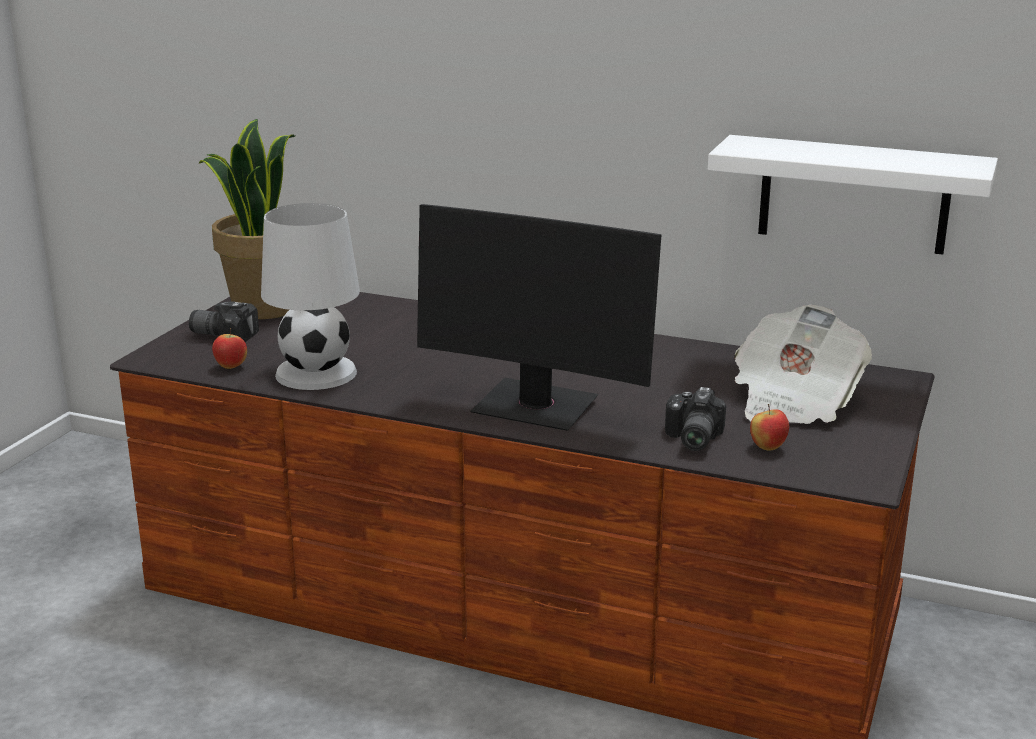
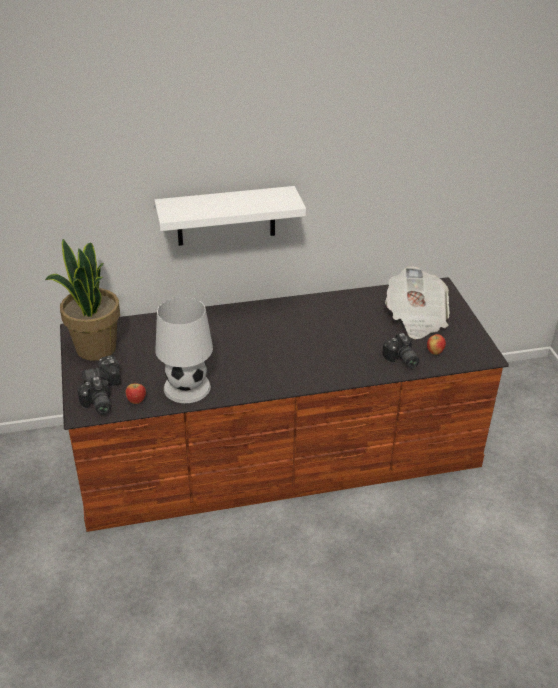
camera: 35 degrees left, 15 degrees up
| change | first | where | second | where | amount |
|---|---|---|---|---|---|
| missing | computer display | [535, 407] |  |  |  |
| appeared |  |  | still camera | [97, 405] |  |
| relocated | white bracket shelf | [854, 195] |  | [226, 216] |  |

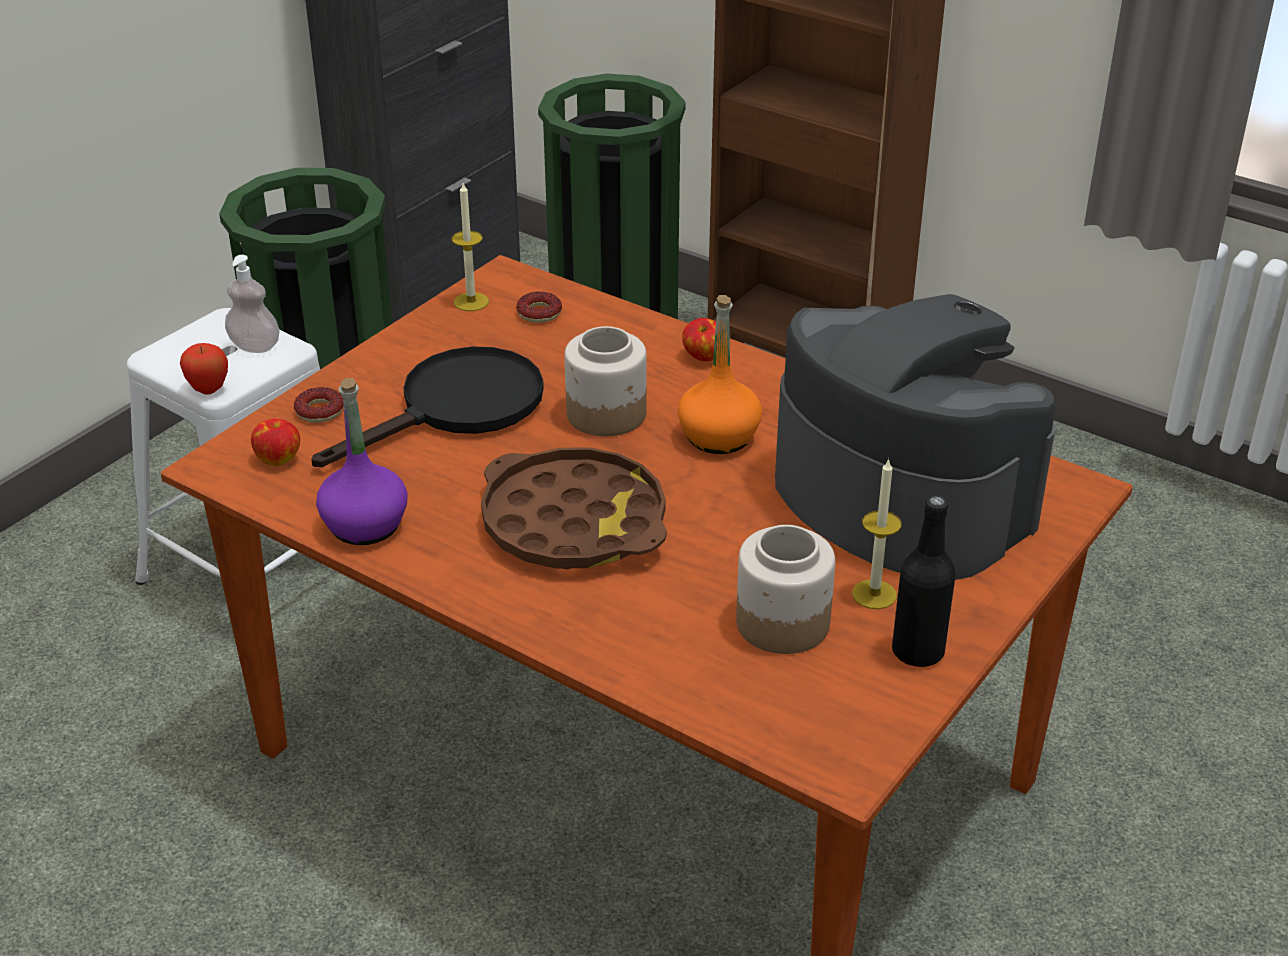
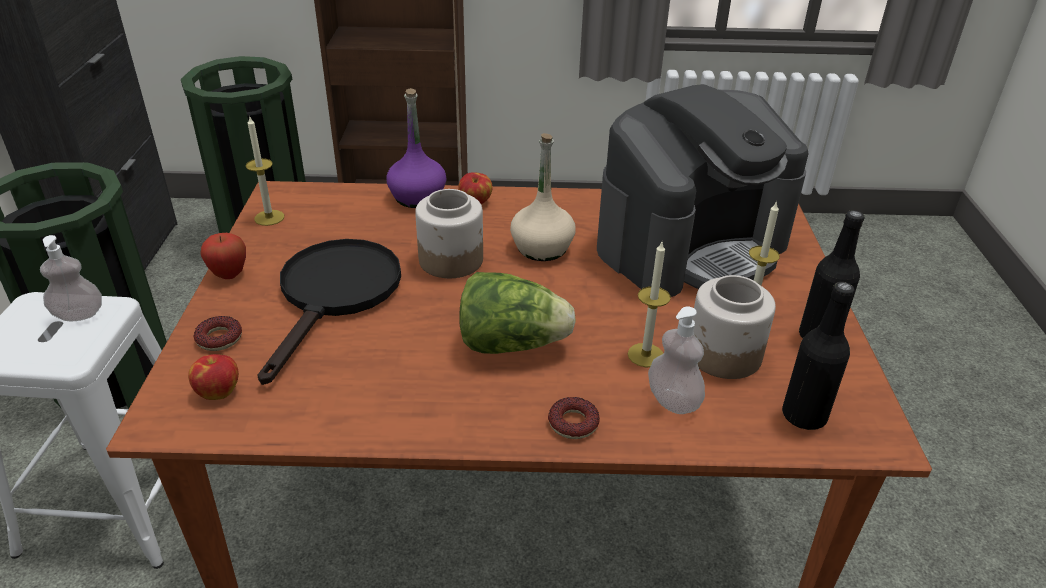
camera: 35 degrees left, 0 degrees up
| change | first | where | second | where | amount |
|---|---|---|---|---|---|
| appeared |  |  | wax light | [645, 355] |  |
| appeared |  |  | soap dispenser | [673, 401] |  |
| appeared |  |  | black bottle | [804, 416] |  |
| relocated | whole apple | [208, 390] |  | [229, 275] |  |
| relocated | purple bottle | [365, 525] |  | [418, 197] |  |
| relocated | donut | [539, 313] |  | [573, 423] |  |
| exchanged | brown tray | [574, 522] | lettuce head | [511, 344] |  |
| colour | orange-coloured bottle | [719, 436] | beige bottle | [542, 248] |  |
| spun | coffee brewer | [900, 497] |  | [691, 245] | 135 degrees clockwise |

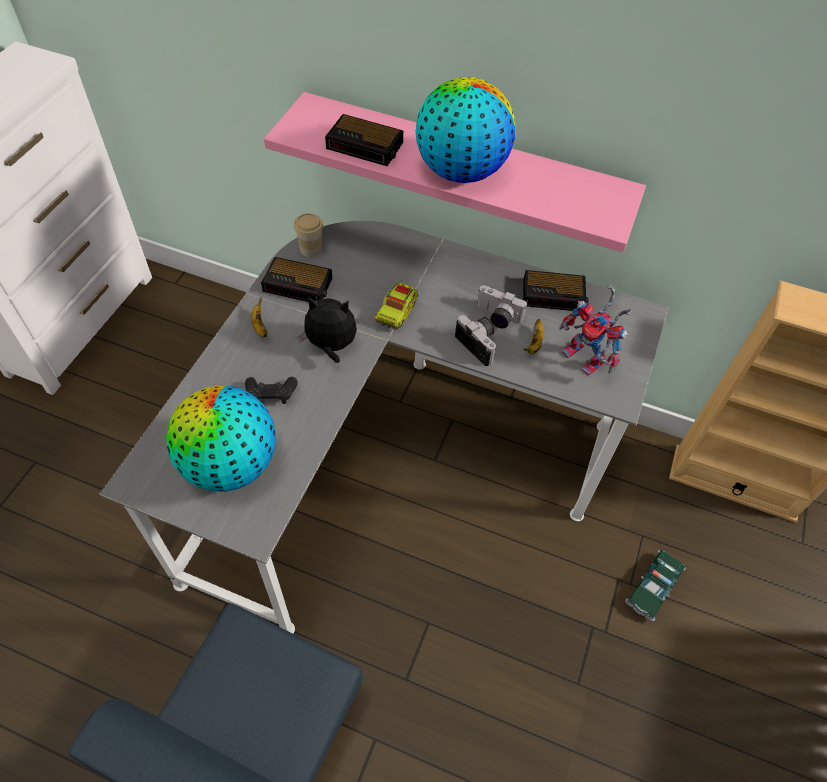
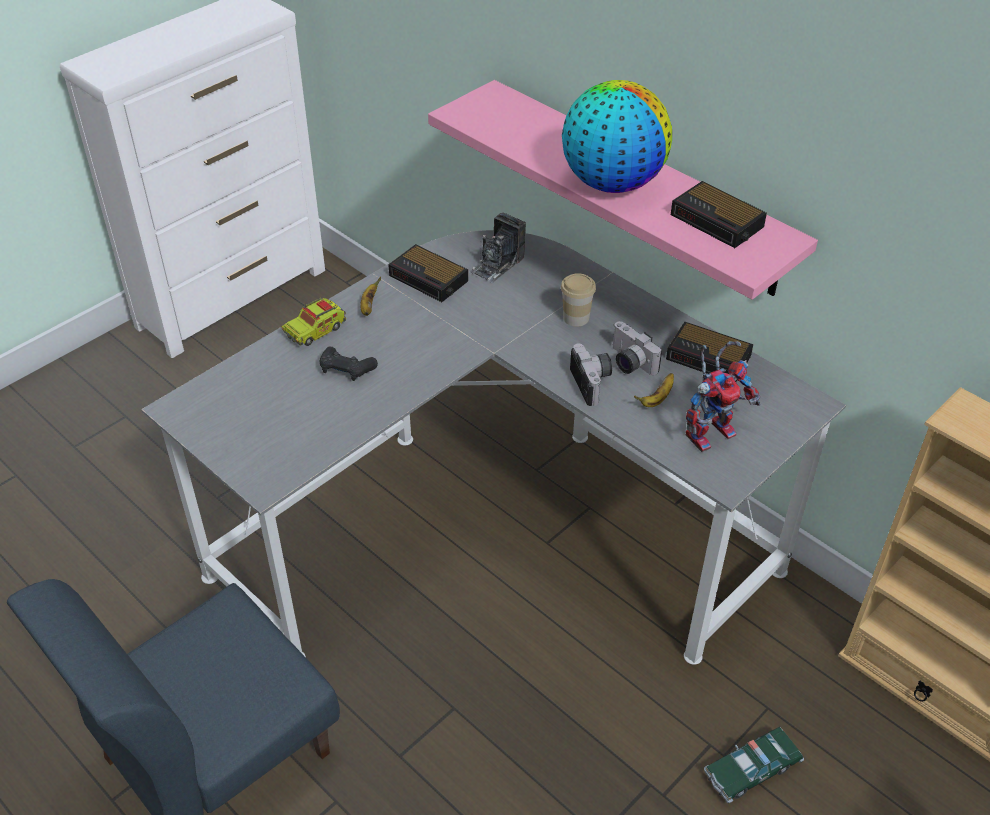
camera: 25 degrees right, 10 degrees down
| change | first | where | second | where | amount |
|---|---|---|---|---|---|
| missing | globe | [230, 465] |  |  |  |
| missing | soft toy | [331, 346] |  |  |  |
| appeared |  |  | still camera | [497, 264] |  |
| relocated | cup | [310, 249] |  | [576, 318] |  |
| relocated | alarm clock | [366, 146] |  | [718, 221] |  |
| relocated | toy lorry | [397, 311] |  | [315, 330] |  |
| spun | toy robot | [587, 359] |  | [711, 431] | 105 degrees counterclockwise |

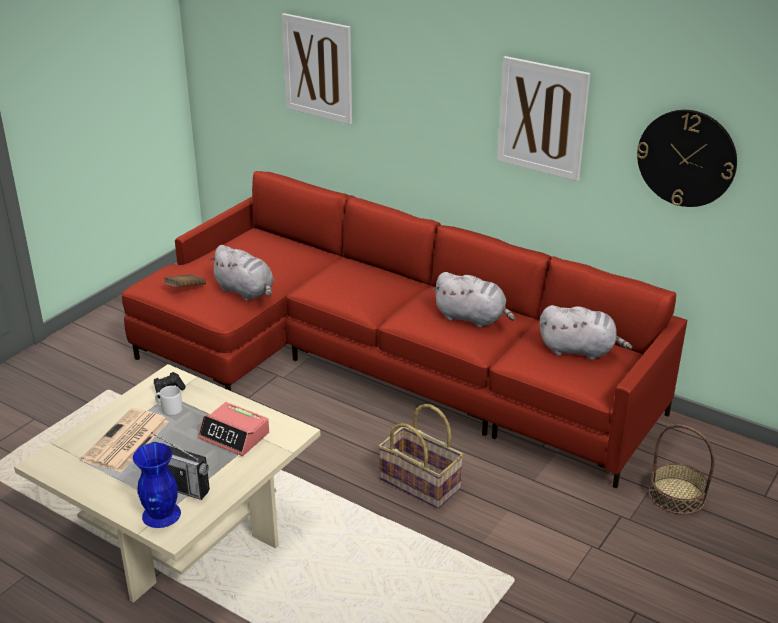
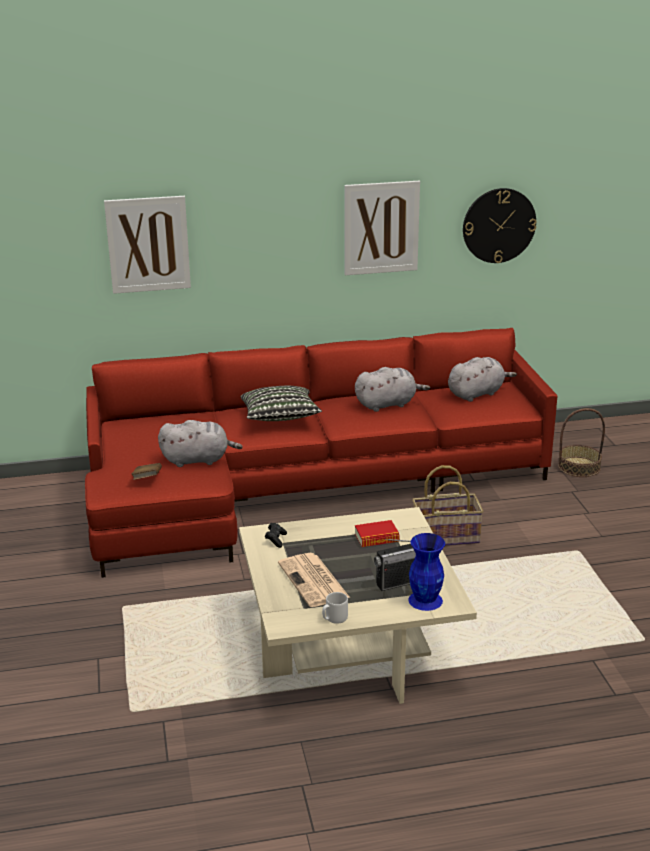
camera: 45 degrees left, 5 degrees down
| change | first | where | second | where | amount |
|---|---|---|---|---|---|
| appeared |  |  | cushion | [279, 418] |  |
| relocated | gray tea mug | [169, 409] |  | [334, 618] |  |
| exchanged | alarm clock | [234, 436] | book | [376, 538] |  |

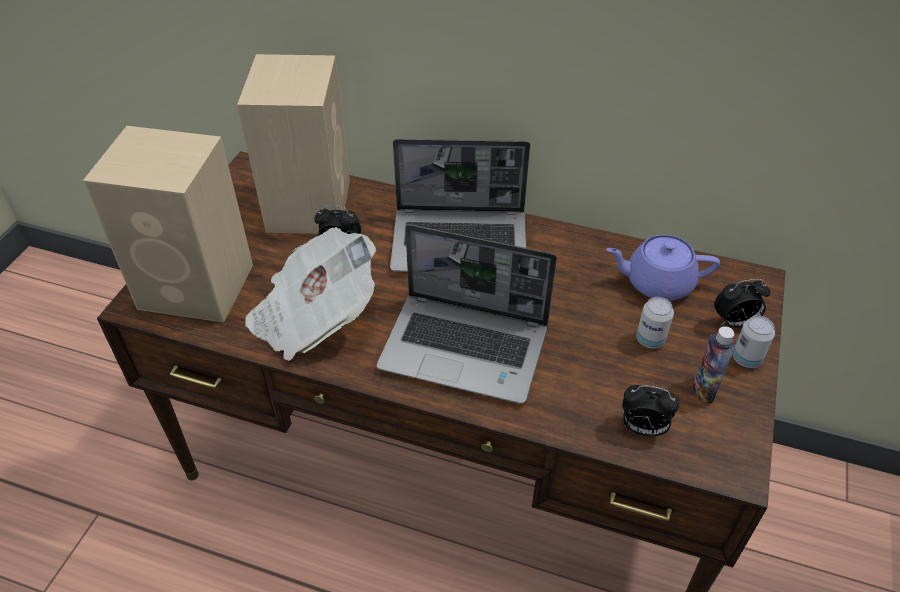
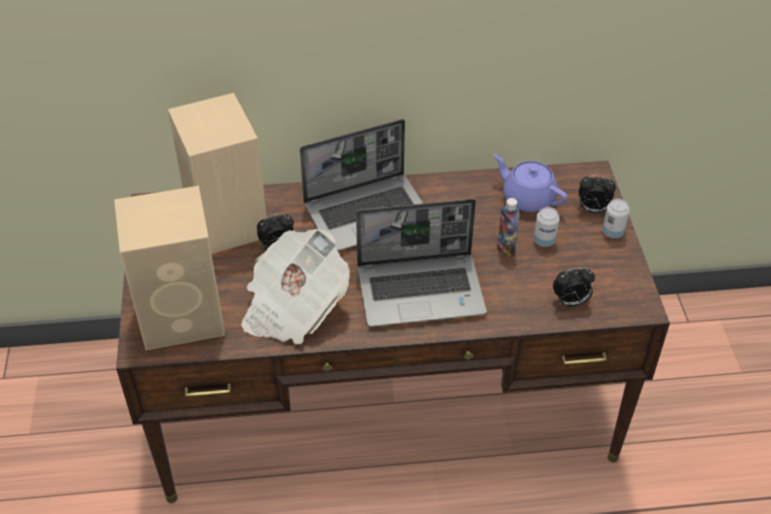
camera: 25 degrees left, 0 degrees up
| change | first | where | second | where | amount |
|---|---|---|---|---|---|
| relocated | bottle | [704, 390] |  | [505, 248] |  |
| spun | purple pot for tea | [657, 282] |  | [527, 198] | 60 degrees clockwise |
| spun | alarm clock | [734, 322] |  | [592, 210] | 45 degrees clockwise |

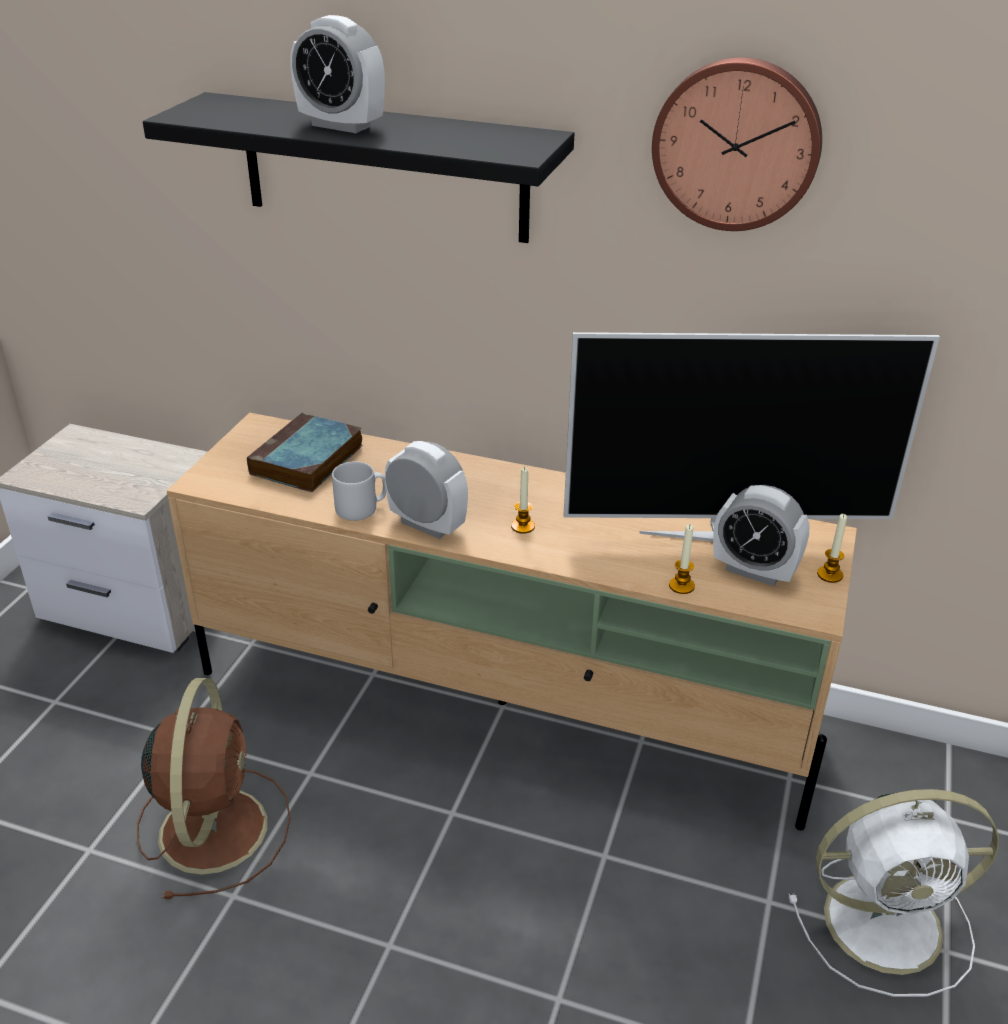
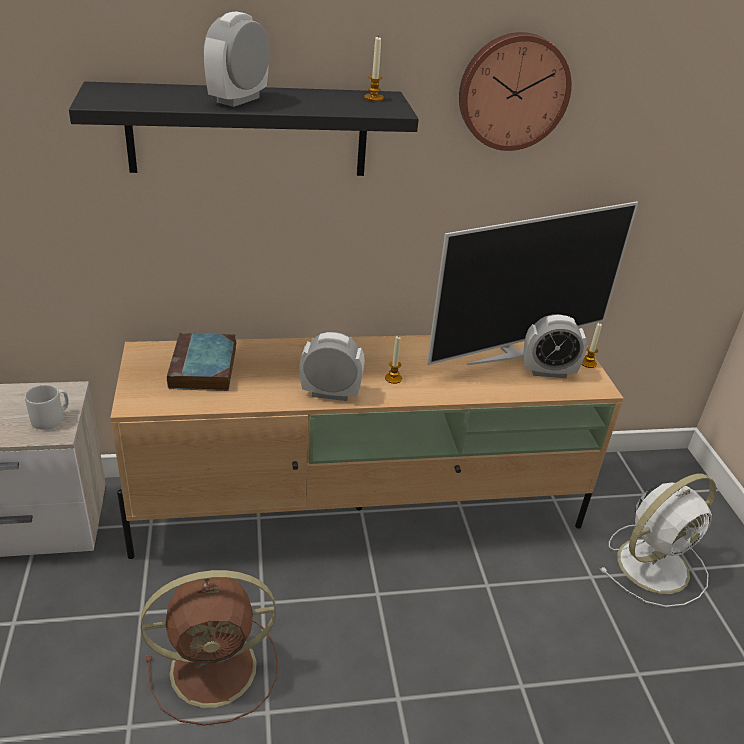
camera: 30 degrees left, 0 degrees up
| change | first | where | second | where | amount |
|---|---|---|---|---|---|
| relocated | gray tea mug | [361, 508] |  | [51, 418] |  |
| relocated | wax light | [681, 586] |  | [373, 98] |  |
| spun | brown fan | [214, 826] |  | [217, 668] | 105 degrees clockwise |
| spun | alarm clock | [341, 126] |  | [238, 100] | 120 degrees clockwise |

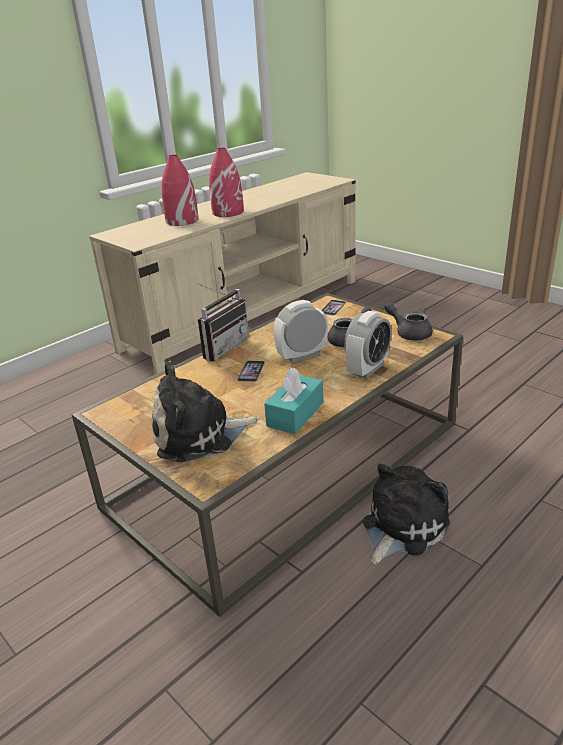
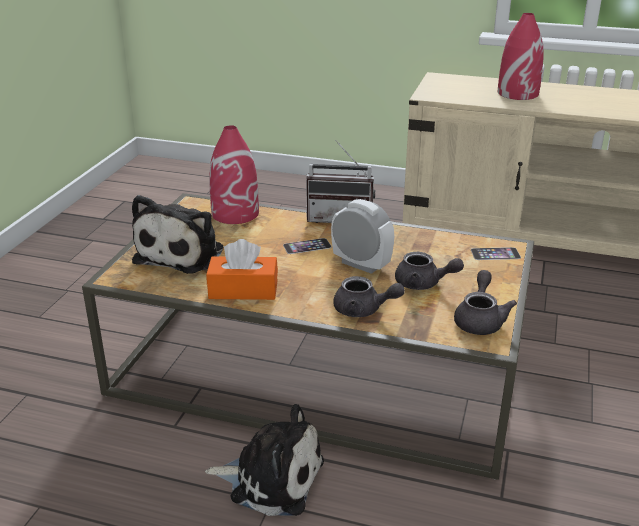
camera: 60 degrees right, 0 degrees up
| change | first | where | second | where | amount |
|---|---|---|---|---|---|
| relocated | red vase | [228, 212] |  | [235, 213] |  |
| exchanged | alarm clock | [367, 369] | gray pot for tea | [363, 310] |  |
| colour | blue-green box of tissues | [295, 414] | orange-coloured box of tissues | [243, 290] |  |
| spun | soft toy | [199, 434] |  | [183, 253] | 120 degrees counterclockwise |

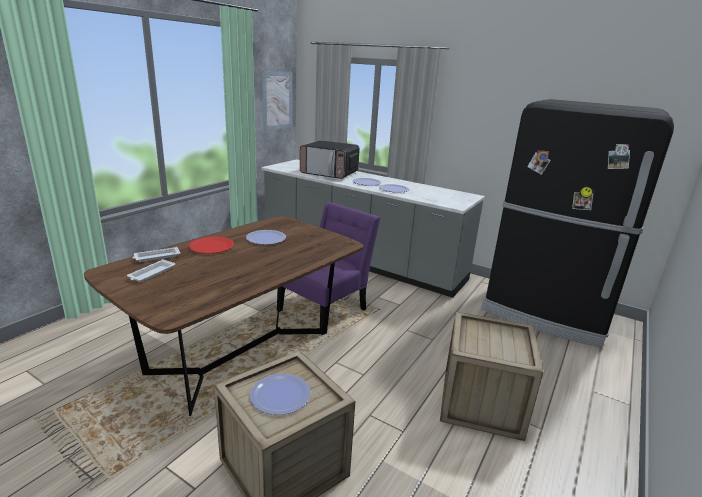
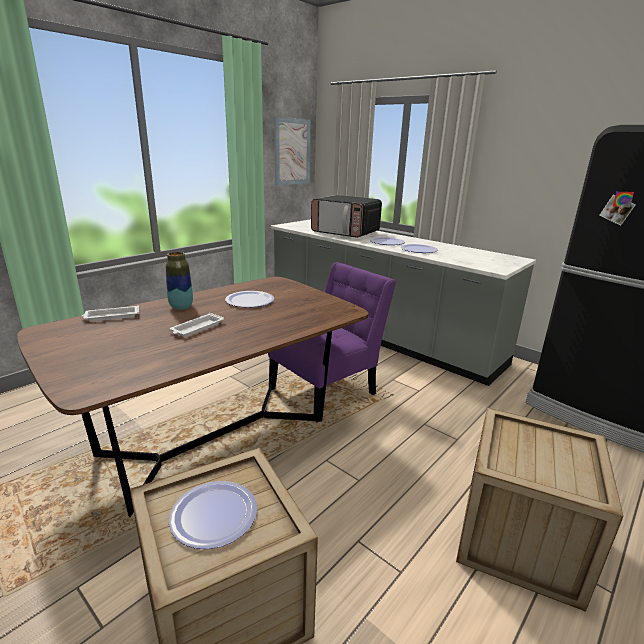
camera: 10 degrees right, 0 degrees up
| change | first | where | second | where | amount |
|---|---|---|---|---|---|
| relocated | white tray | [151, 273] |  | [197, 328] |  |
| exchanged | red flat dish | [211, 246] | vase | [181, 307] |  |

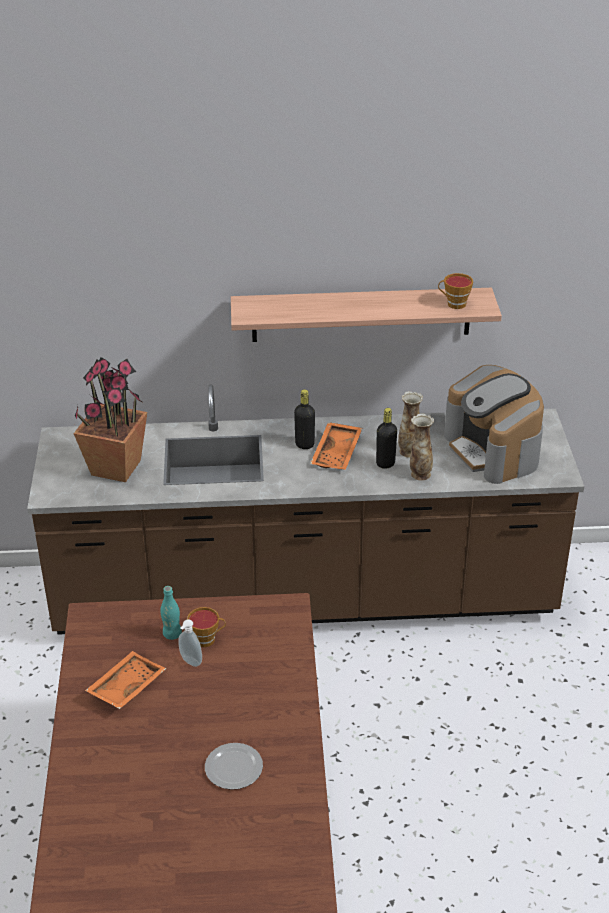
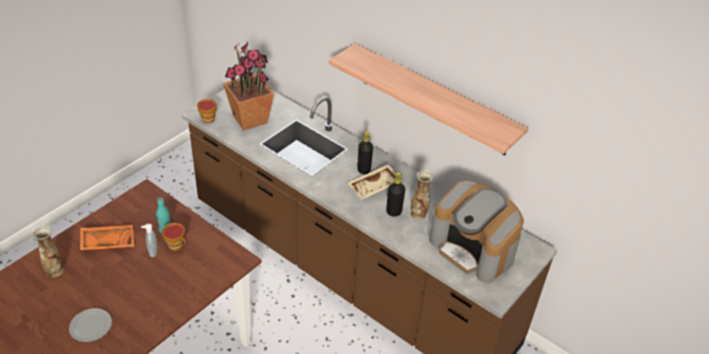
camera: 40 degrees right, 5 degrees up
| change | first | where | second | where | amount |
|---|---|---|---|---|---|
| relocated | vase | [420, 474] |  | [54, 271] |  |
| relocated | cup | [454, 304] |  | [207, 118] |  |
| colour | orange-coloured tray | [337, 453] | beige tray | [375, 187] |  |
| spun | coffee brewer | [493, 450] |  | [473, 249] | 60 degrees counterclockwise |

